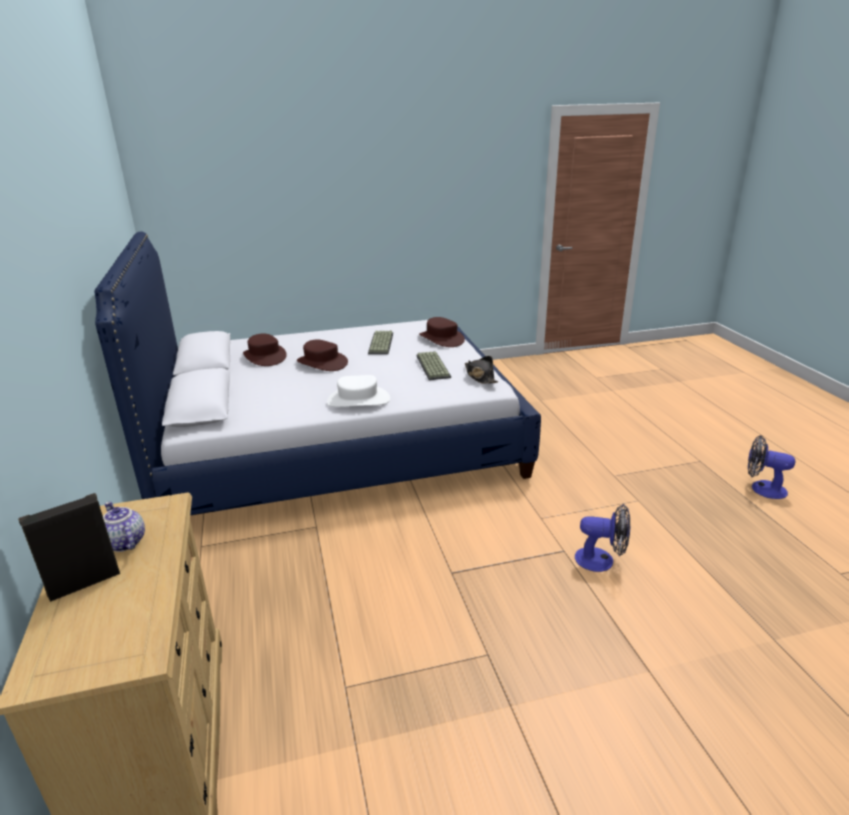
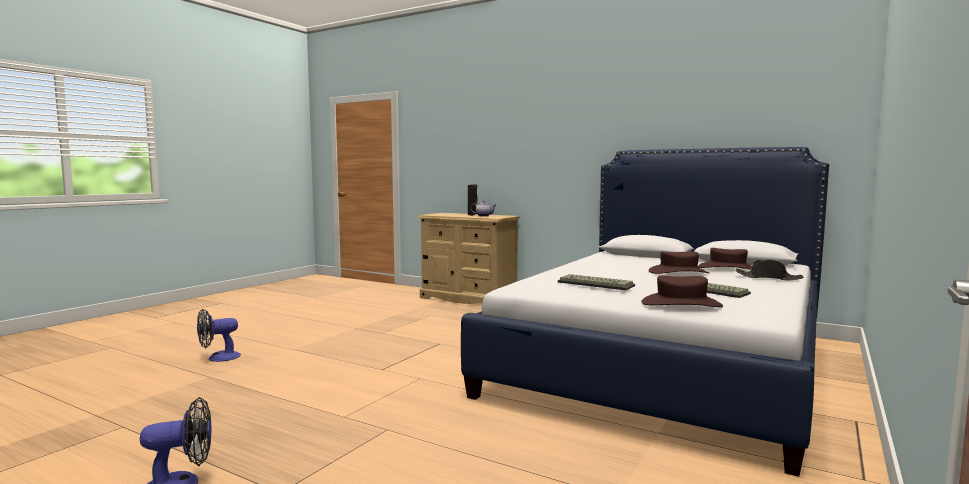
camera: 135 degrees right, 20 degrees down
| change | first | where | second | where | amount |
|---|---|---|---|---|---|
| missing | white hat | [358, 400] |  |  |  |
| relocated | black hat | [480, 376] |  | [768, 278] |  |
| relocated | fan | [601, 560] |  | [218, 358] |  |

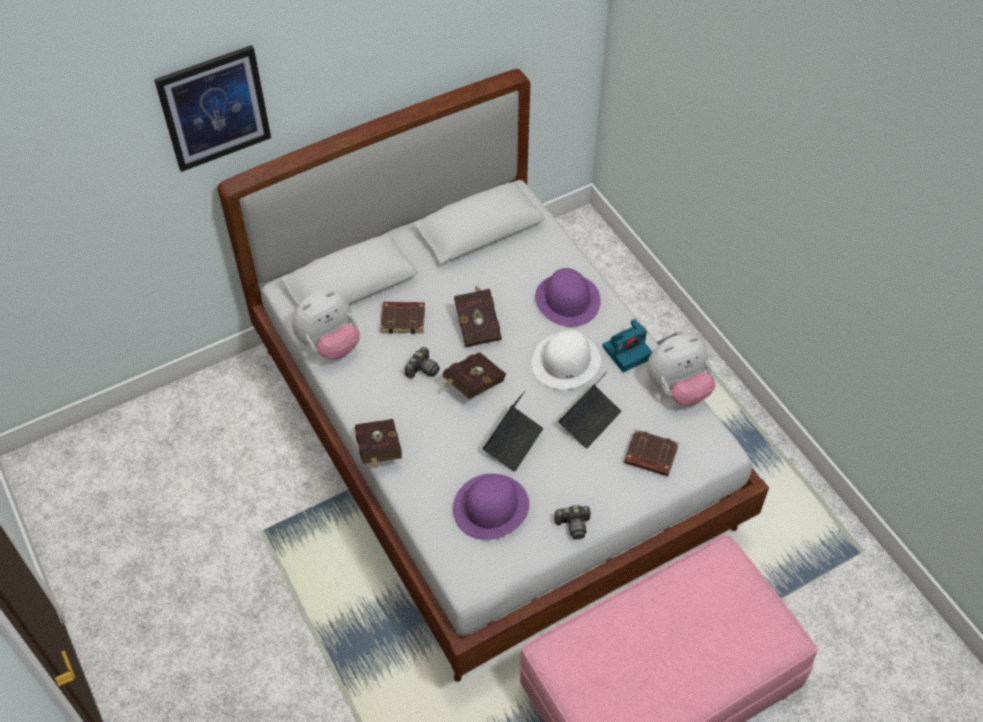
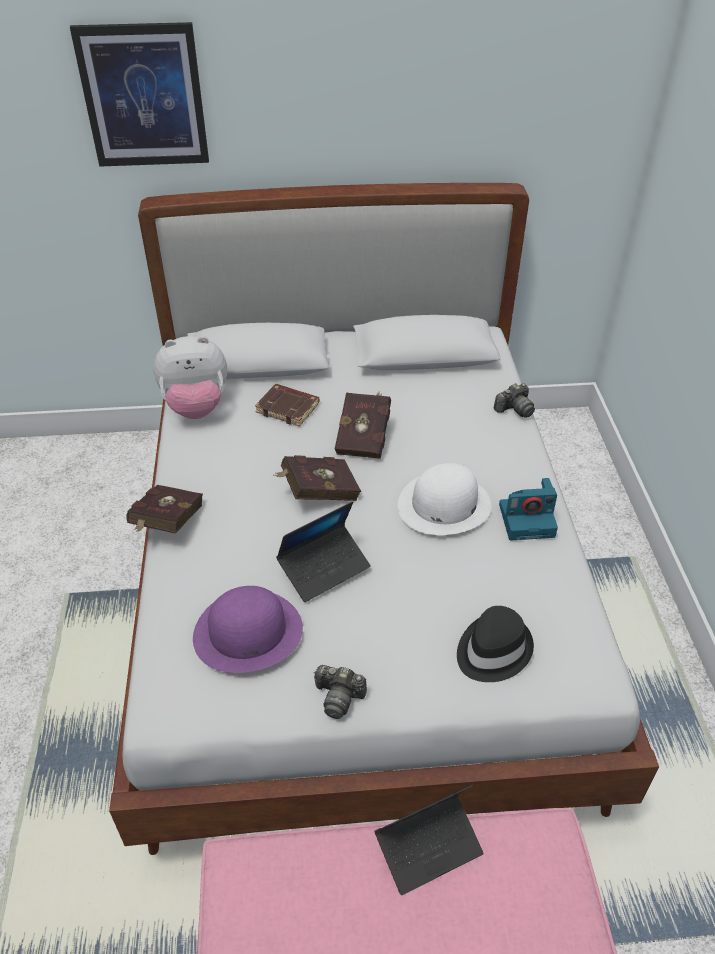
camera: 25 degrees right, 10 degrees down
| change | first | where | second | where | amount |
|---|---|---|---|---|---|
| missing | purple hat | [568, 300] |  |  |  |
| missing | soft toy | [678, 388] |  |  |  |
| relocated | still camera | [422, 369] |  | [514, 409] |  |
| relocated | portable computer | [589, 420] |  | [428, 847] |  |
| exchanged | brown book | [650, 456] | black hat | [492, 650] |  |

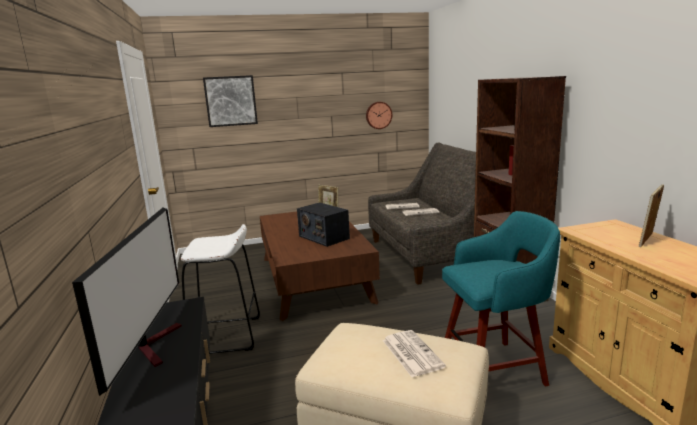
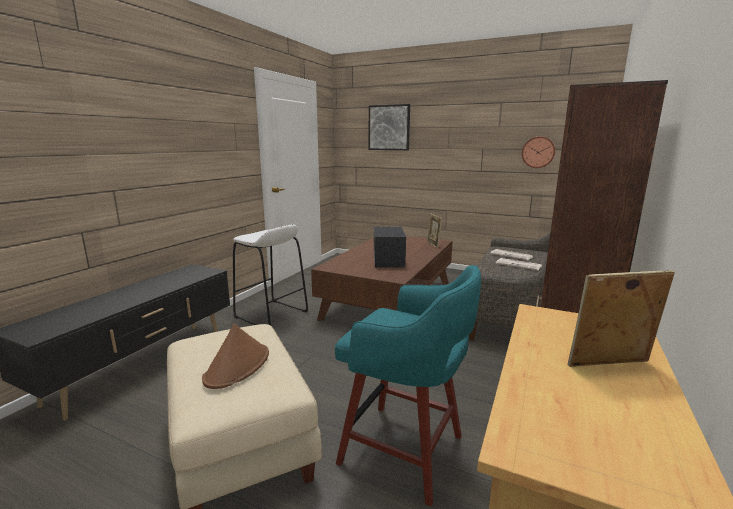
camera: 40 degrees right, 0 degrees up
| change | first | where | second | where | amount |
|---|---|---|---|---|---|
| missing | TV set | [155, 344] |  |  |  |
| exchanged | newspaper | [411, 353] | brown hat | [238, 366] |  |

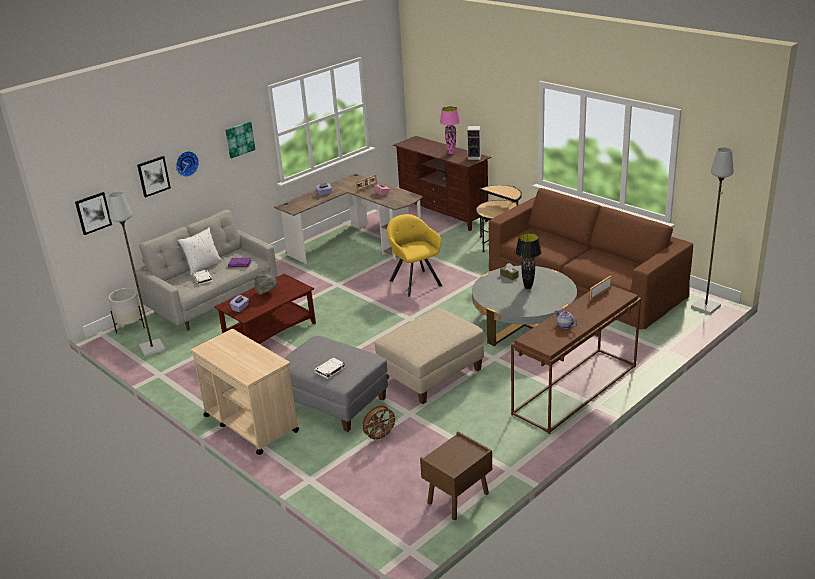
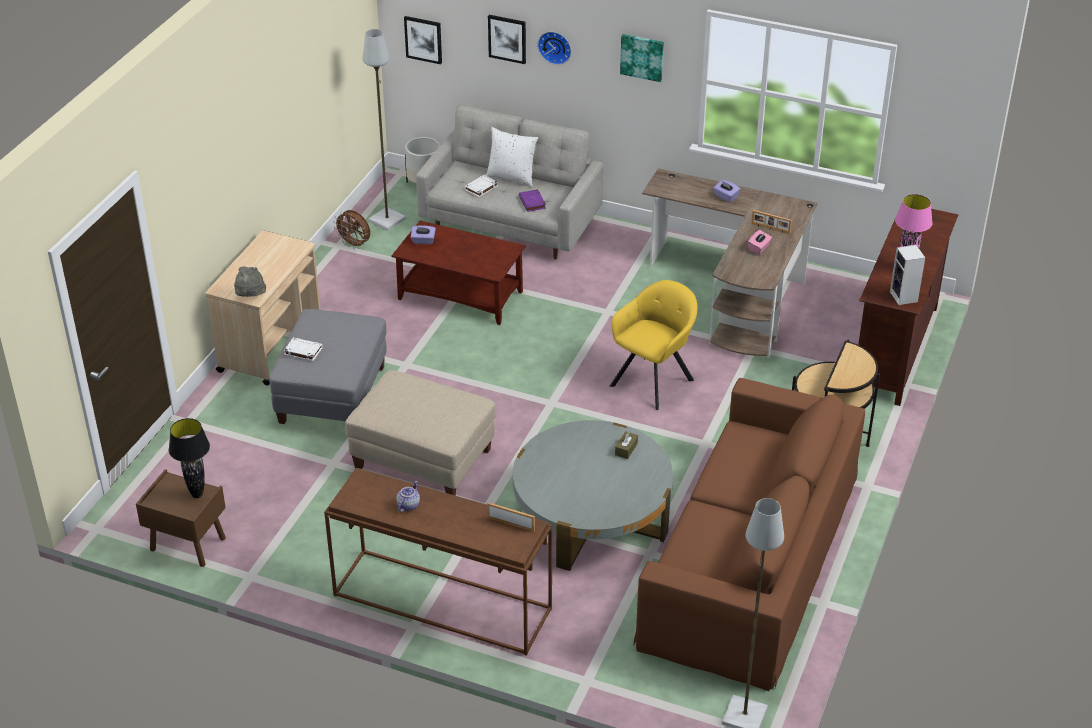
camera: 65 degrees right, 10 degrees up
| change | first | where | second | where | amount |
|---|---|---|---|---|---|
| relocated | gray hat | [267, 293] |  | [250, 297] |  |
| relocated | brown fan | [380, 437] |  | [355, 245] |  |
| relocated | black lamp for a table | [528, 288] |  | [197, 495] |  |

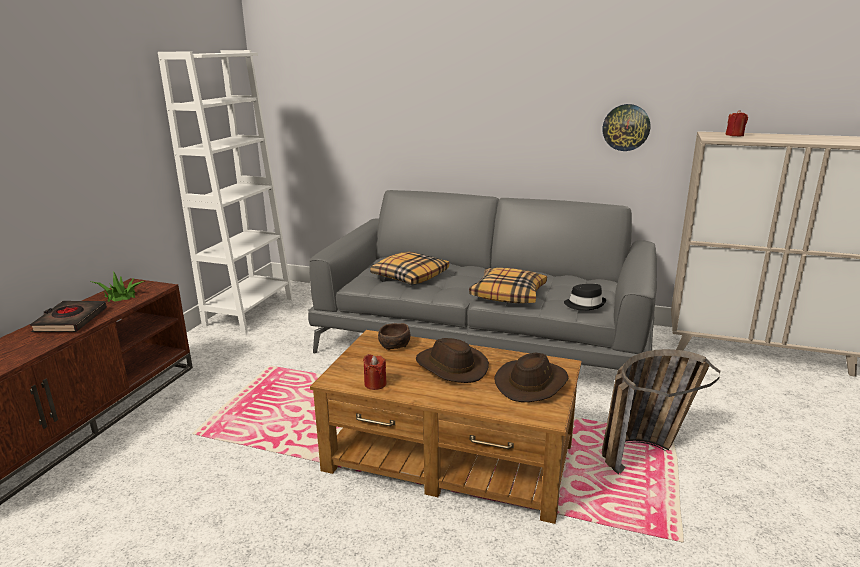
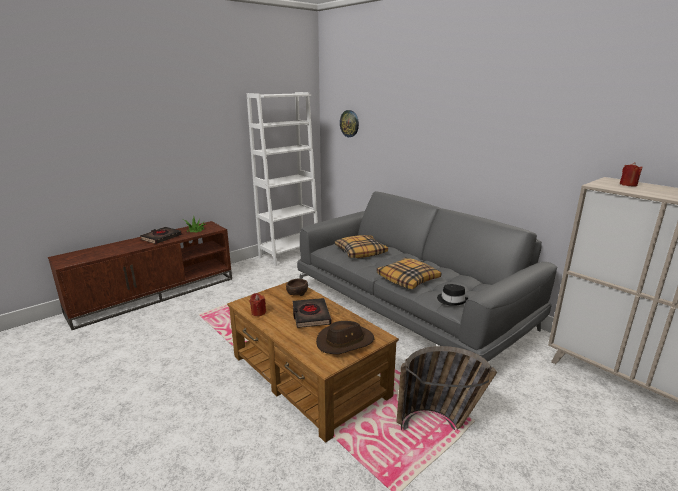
camera: 30 degrees right, 0 degrees up
| change | first | where | second | where | amount |
|---|---|---|---|---|---|
| relocated | hanging clock | [626, 127] |  | [349, 123] |  |
| exchanged | brown hat | [450, 367] | black book | [310, 316] |  |

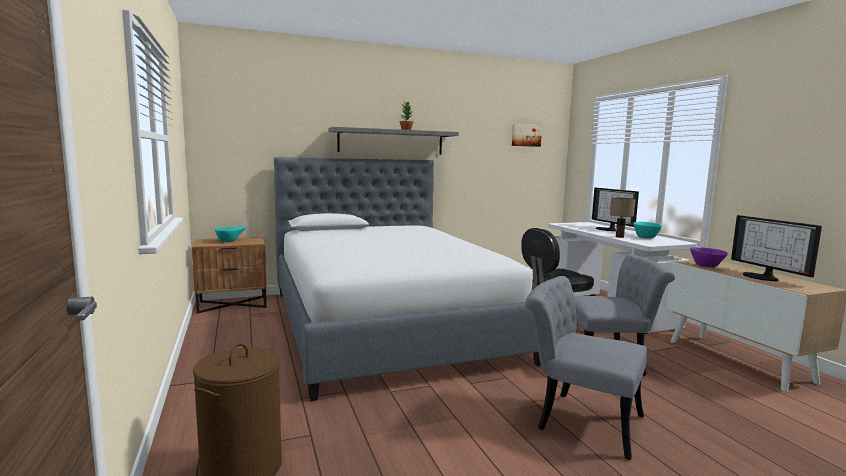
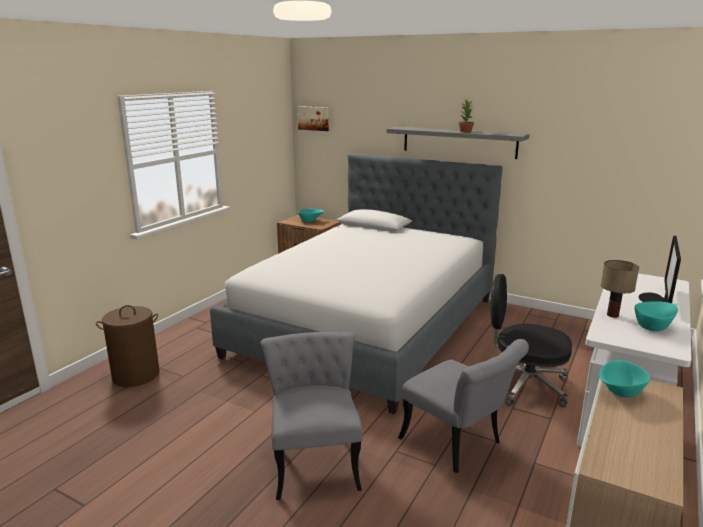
camera: 50 degrees right, 10 degrees up
| change | first | where | second | where | amount |
|---|---|---|---|---|---|
| missing | computer display | [762, 277] |  |  |  |
| relocated | wall picture | [526, 135] |  | [313, 118] |  |
| colour | purple bowl | [707, 266] | blue-green bowl | [619, 393] |  |

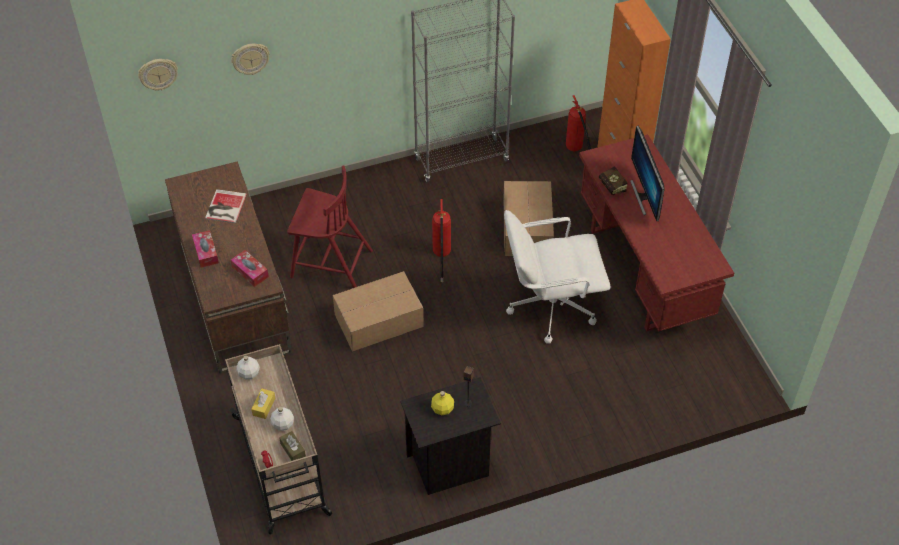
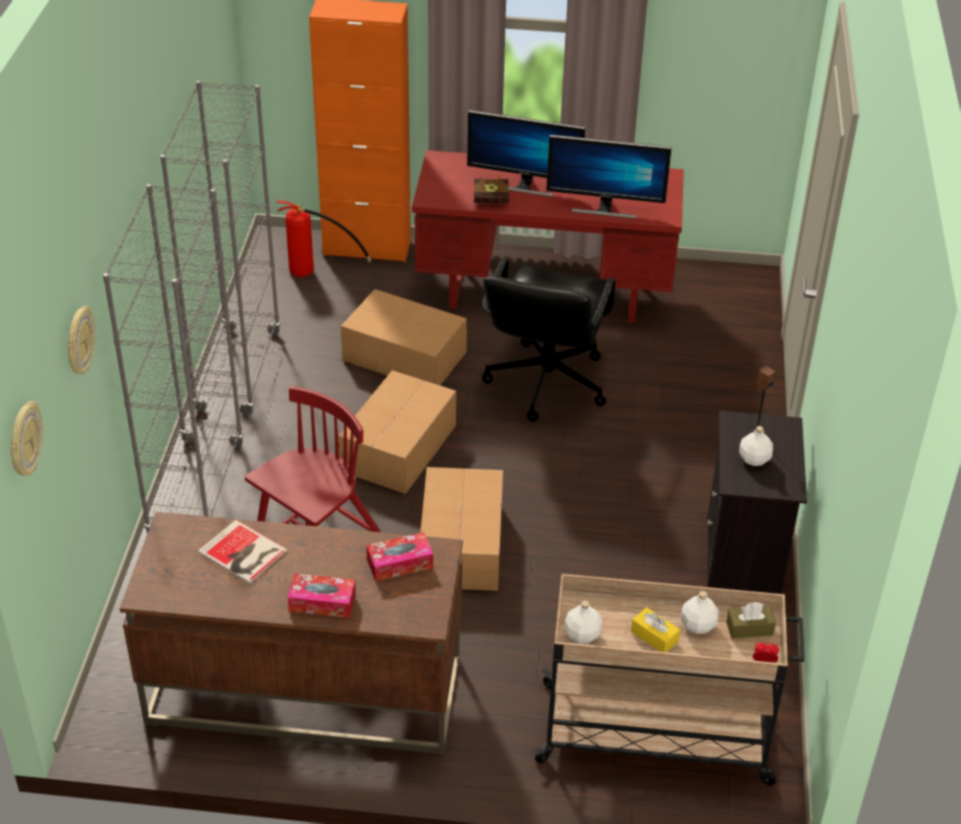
camera: 65 degrees left, 10 degrees down
| change | first | where | second | where | amount |
|---|---|---|---|---|---|
| appeared |  |  | gray shelving unit | [196, 489] |  |
| appeared |  |  | computer display | [604, 208] |  |
| exchanged | extinguisher | [441, 259] | cardboard box | [397, 449] |  |
| colour | yellowish bottle | [442, 408] | white bottle | [753, 459] |  |
| colour | white computer chair | [550, 306] | black computer chair | [545, 382] |  |

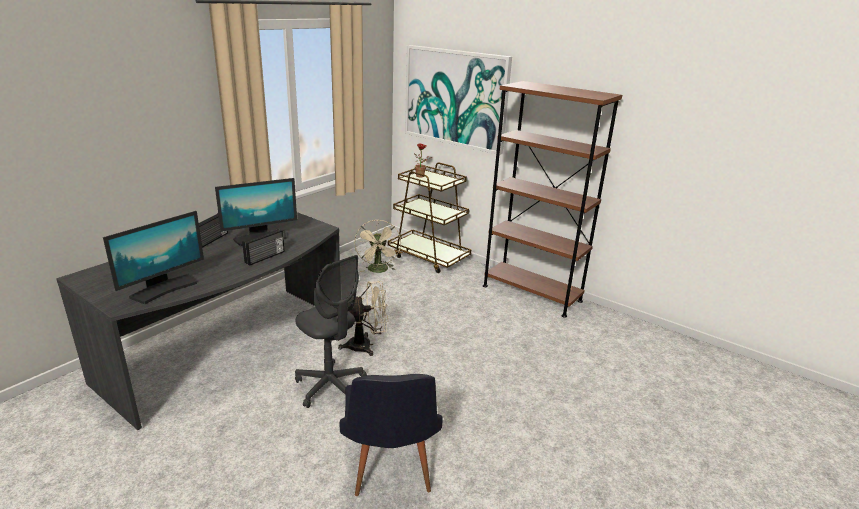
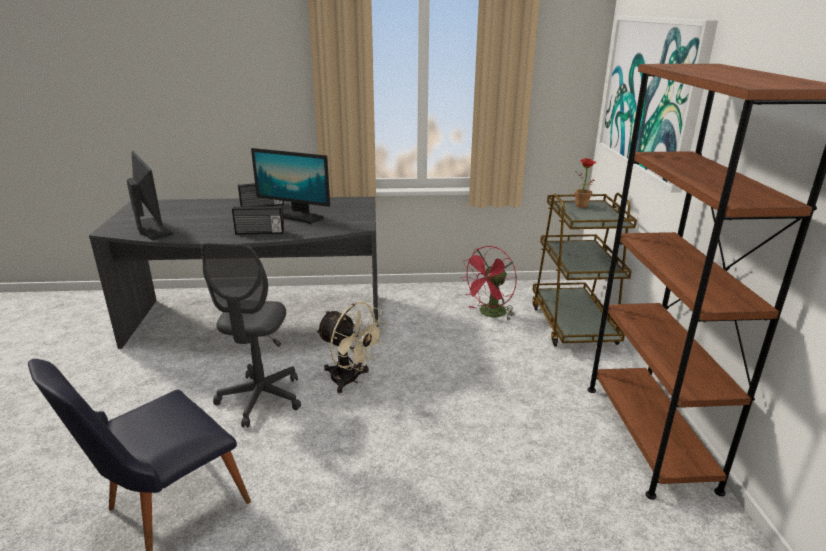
camera: 50 degrees right, 0 degrees up
| change | first | where | second | where | amount |
|---|---|---|---|---|---|
| colour | beige fan | [378, 271] | red fan | [489, 314] |  |
| spun | computer display | [164, 289] |  | [152, 229] | 120 degrees counterclockwise |

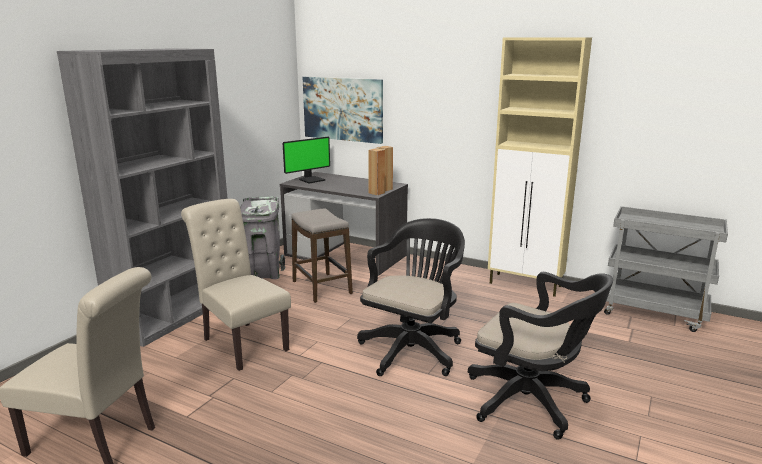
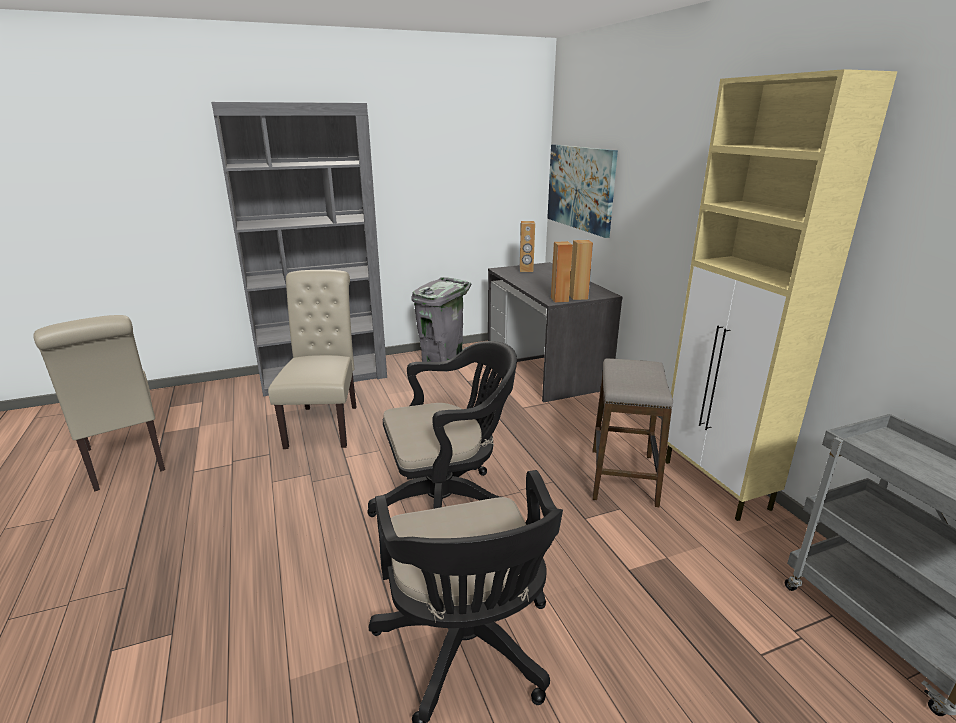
camera: 40 degrees right, 5 degrees up
| change | first | where | second | where | amount |
|---|---|---|---|---|---|
| relocated | stool | [321, 288] |  | [622, 477] |  |
| exchanged | computer display | [311, 180] | brown speaker | [526, 270] |  |

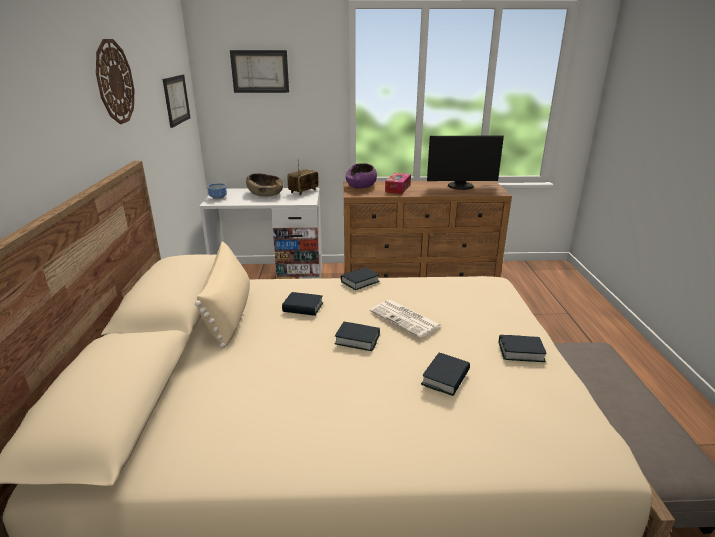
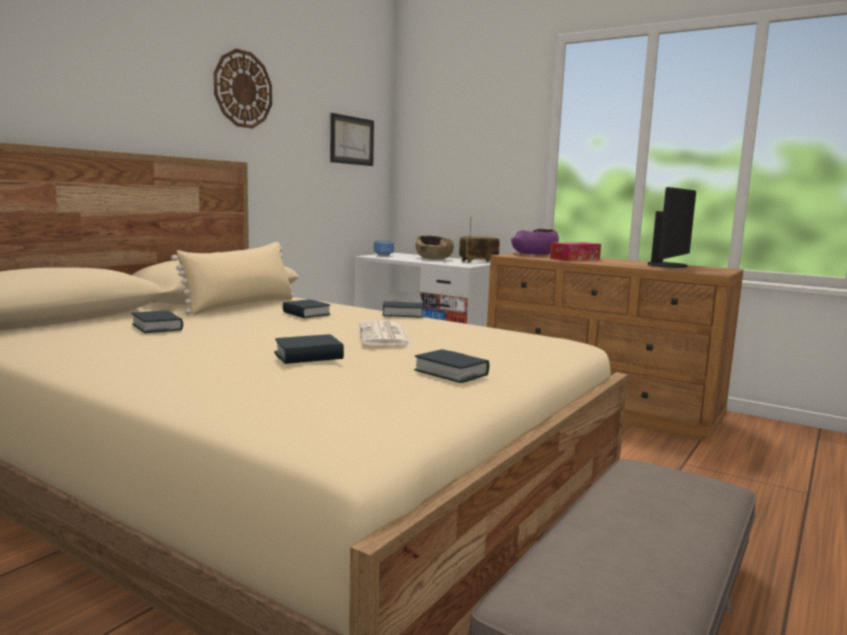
camera: 35 degrees right, 15 degrees down
| change | first | where | second | where | amount |
|---|---|---|---|---|---|
| missing | wall picture | [260, 71] |  |  |  |
| relocated | book | [357, 340] |  | [157, 327] |  |
| spun | computer display | [461, 186] |  | [669, 266] | 90 degrees counterclockwise |

